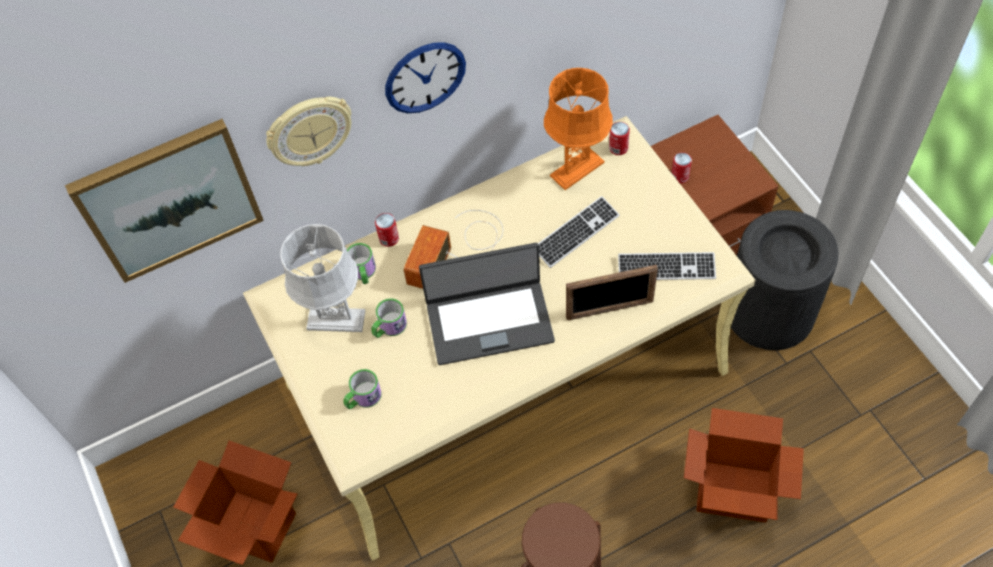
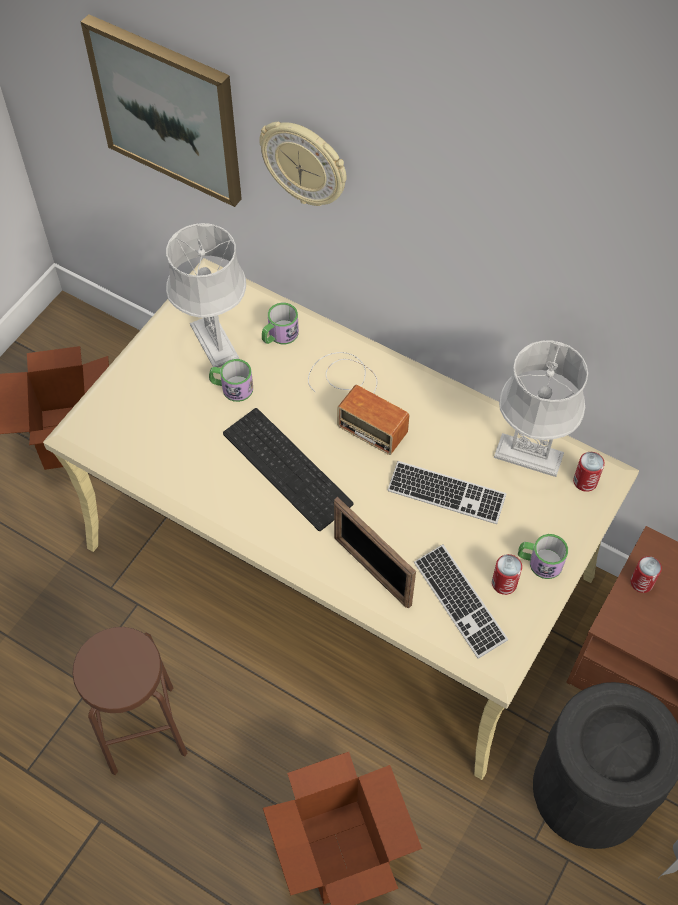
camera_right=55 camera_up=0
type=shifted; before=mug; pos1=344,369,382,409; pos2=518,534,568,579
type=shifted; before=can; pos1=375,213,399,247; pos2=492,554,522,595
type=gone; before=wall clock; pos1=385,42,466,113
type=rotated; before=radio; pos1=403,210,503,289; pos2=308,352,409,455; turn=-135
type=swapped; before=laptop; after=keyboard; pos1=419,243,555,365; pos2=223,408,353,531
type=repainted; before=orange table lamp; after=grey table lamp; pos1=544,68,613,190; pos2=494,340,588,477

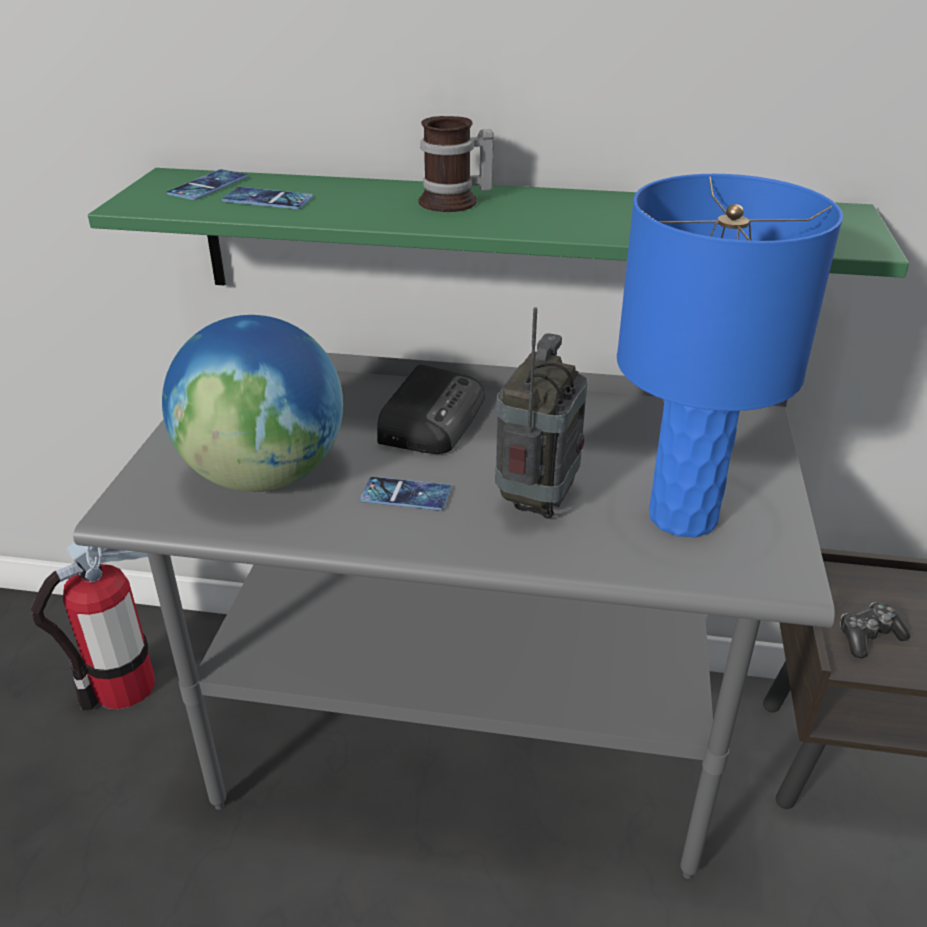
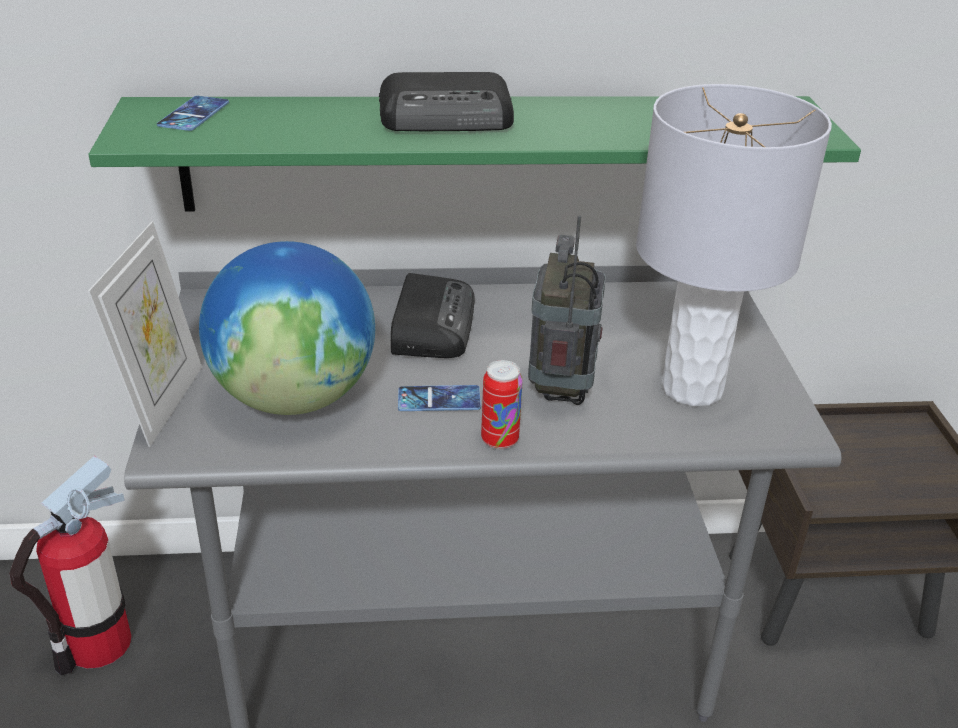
camera_right=-15 camera_up=0
type=gone; before=phone; pos1=222,187,313,209
type=swapped; before=mug; after=radio; pos1=418,116,494,212; pos2=379,72,514,131
type=repainted; before=blue table lamp; after=grey table lamp; pos1=617,174,843,538; pos2=636,84,832,406
type=gone; before=game controller; pos1=840,602,910,658
type=new; after=picture frame; pos2=88,222,202,447
type=new; after=can; pos2=481,360,523,449

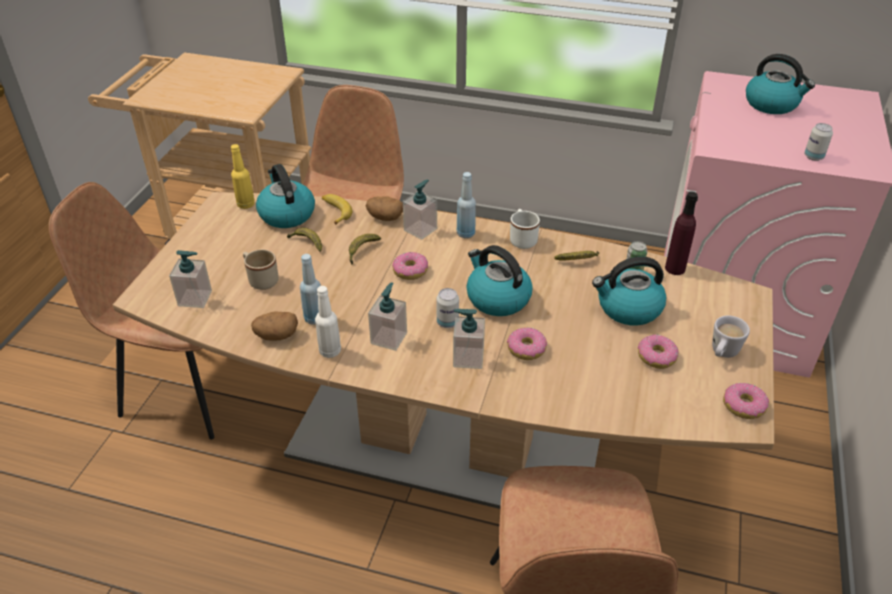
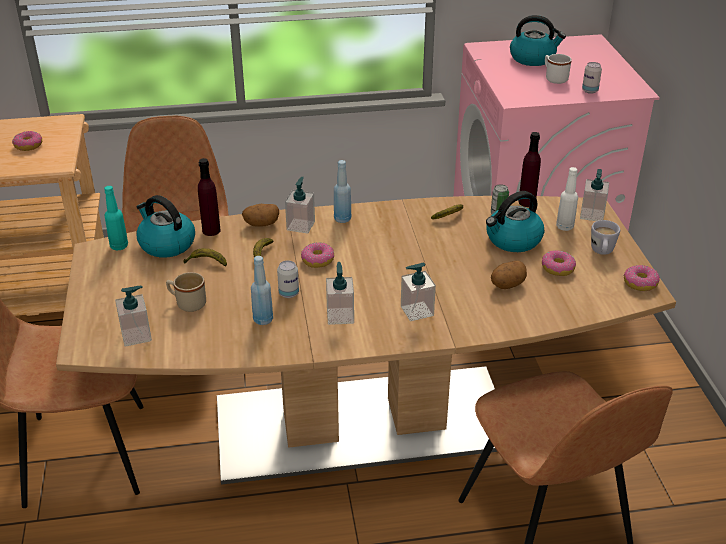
camera_right=-25 camera_up=-5
type=repainted; before=yellow bottle; after=turquoise bottle; pos1=231,144,255,209; pos2=104,186,128,250
type=shifted; before=potato; pos1=251,311,298,341; pos2=491,261,527,289
type=shifted; before=white bottle; pos1=315,286,341,358; pos2=556,167,578,231
type=swapped; before=banana; after=purple bottle; pos1=322,194,352,225; pos2=198,158,220,236
type=shifted; before=can; pos1=436,288,459,328; pos2=277,260,299,298
type=gone; before=kettle; pos1=466,245,533,316
type=shifted; before=donut; pos1=507,327,547,360; pos2=12,131,42,151
type=shifted; before=white mug; pos1=510,209,540,249; pos2=545,54,572,84
type=new; after=soap dispenser; pos2=580,169,609,221

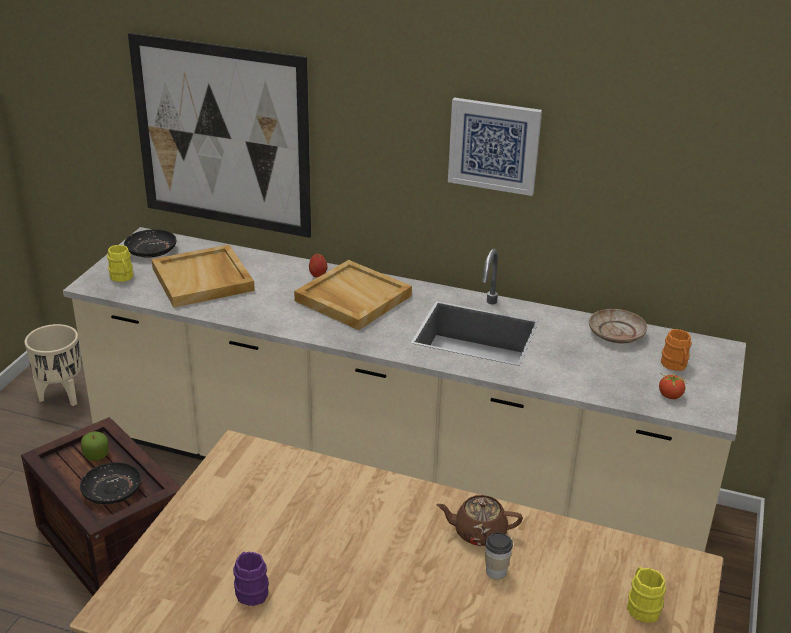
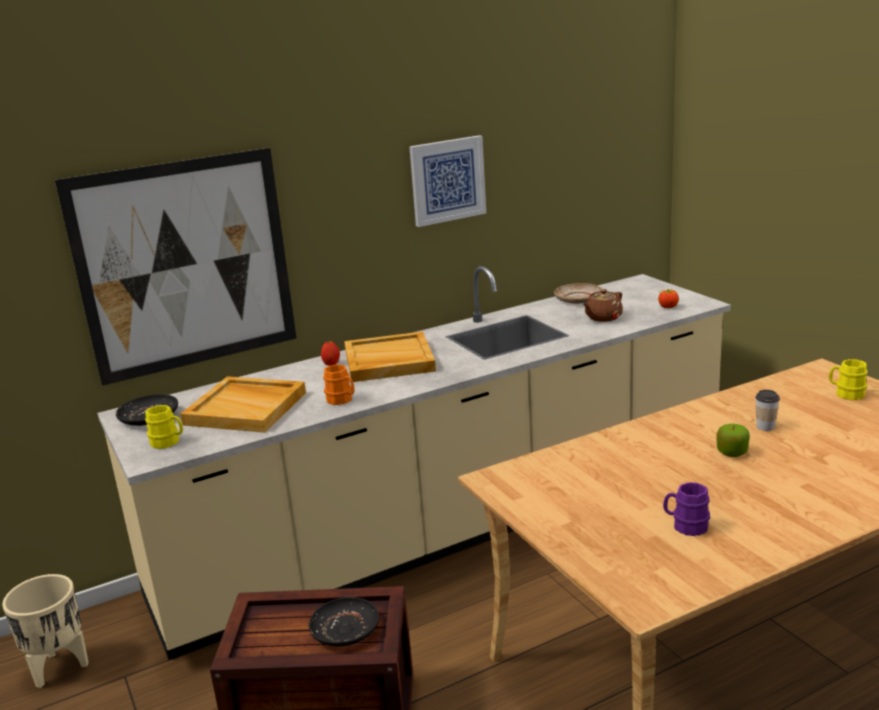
camera_right=-45 camera_up=-10
type=shifted; before=apple; pos1=81,431,109,461; pos2=716,424,750,457
type=shifted; before=brown teapot; pos1=436,495,523,546; pos2=583,289,623,322
type=shifted; before=orange mug; pos1=661,329,692,371; pos2=323,364,355,405

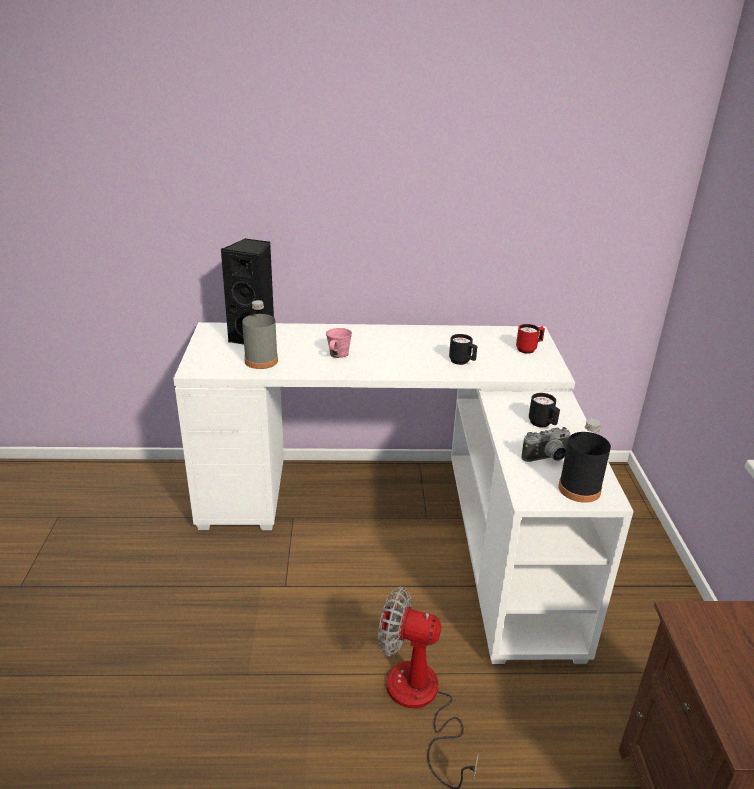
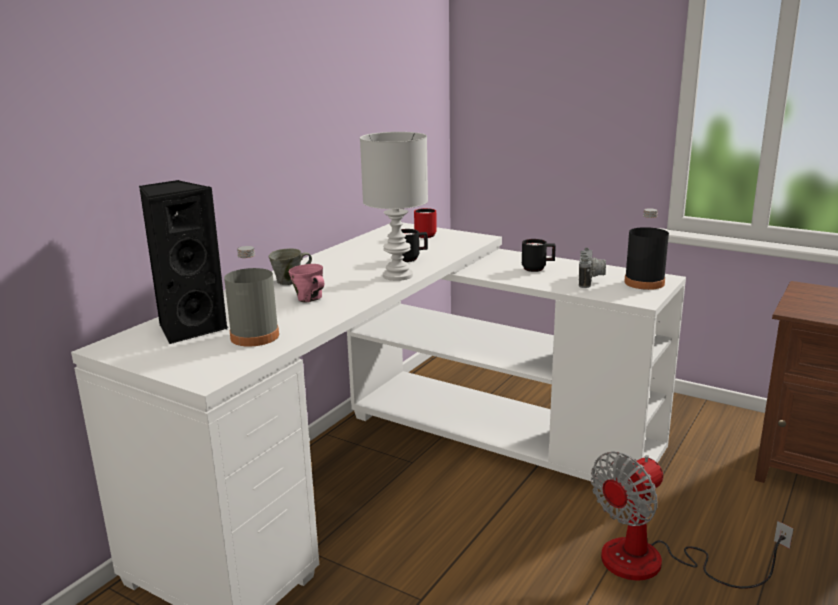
camera_right=-55 camera_up=-10
type=new; after=grey mug; pos2=269,248,312,285
type=new; after=white table lamp; pos2=360,132,428,281

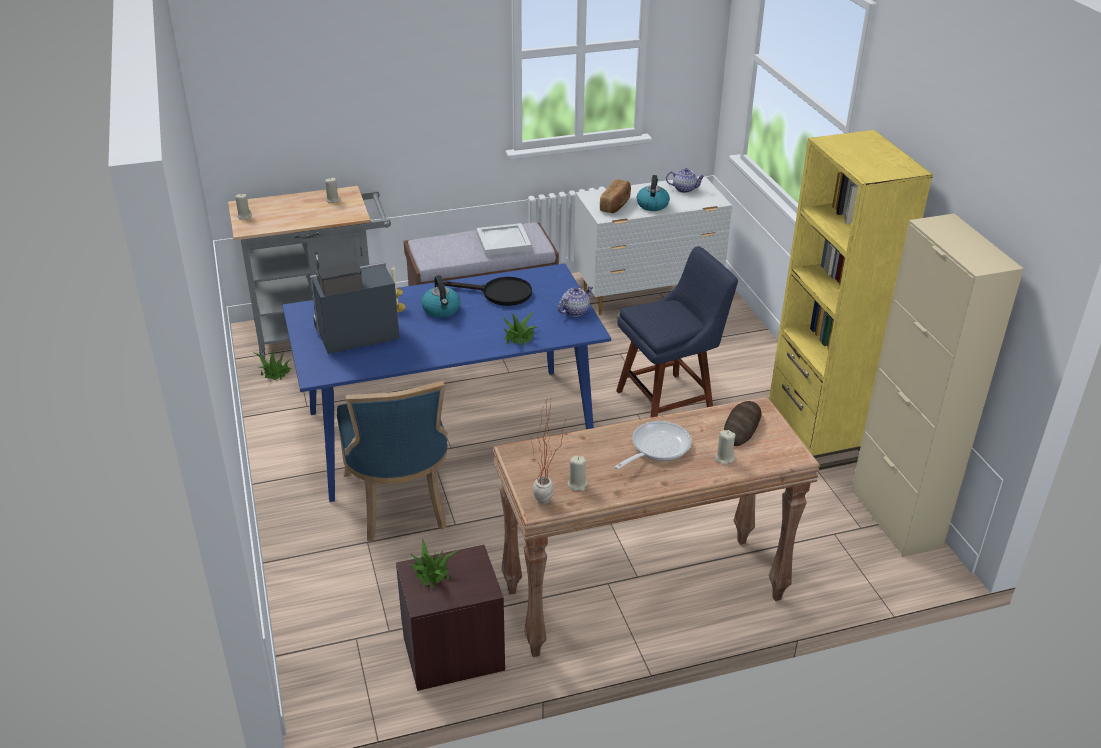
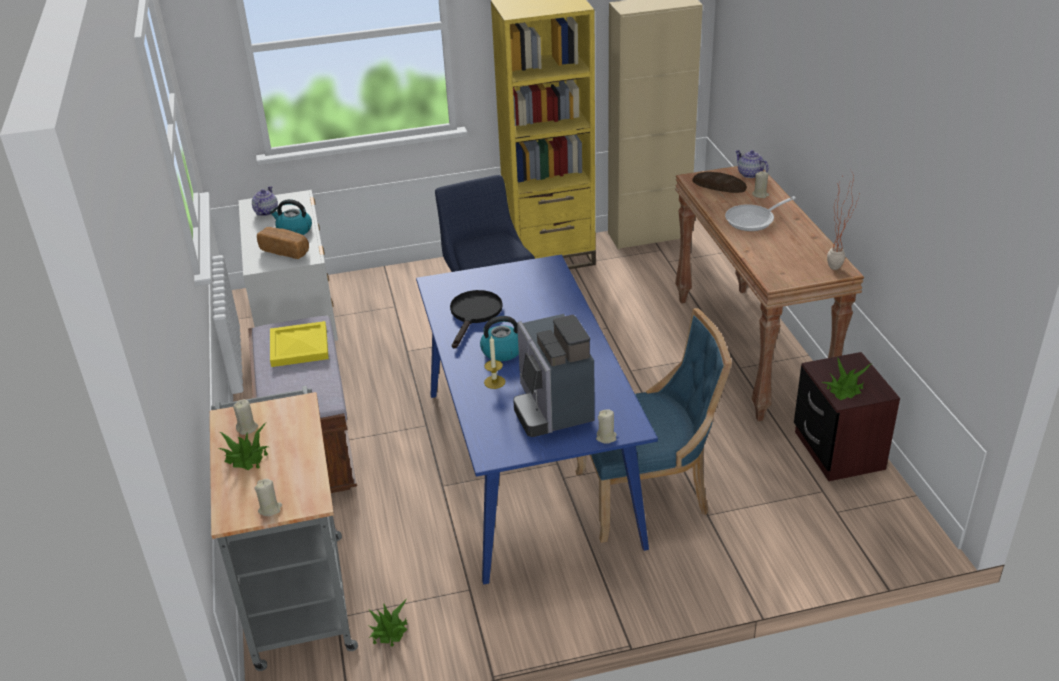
camera_right=-85 camera_up=0
type=repainted; before=white tray; after=yellow tray; pos1=476,223,531,256; pos2=270,321,329,367
type=shifted; before=potted plant; pos1=503,311,537,346; pos2=219,422,268,470
type=shifted; before=teapot; pos1=558,286,593,317; pos2=735,150,769,178
type=shifted; before=beige candle; pos1=567,456,588,491; pos2=596,409,617,444
type=rotated; before=frying pan; pos1=615,421,692,470; pos2=725,196,796,231; turn=-75

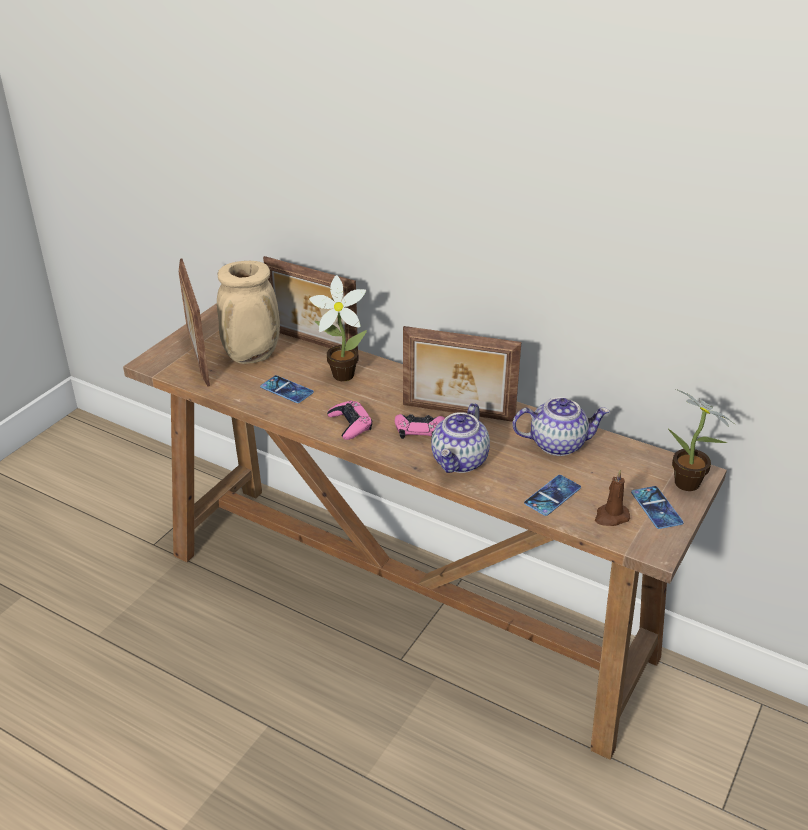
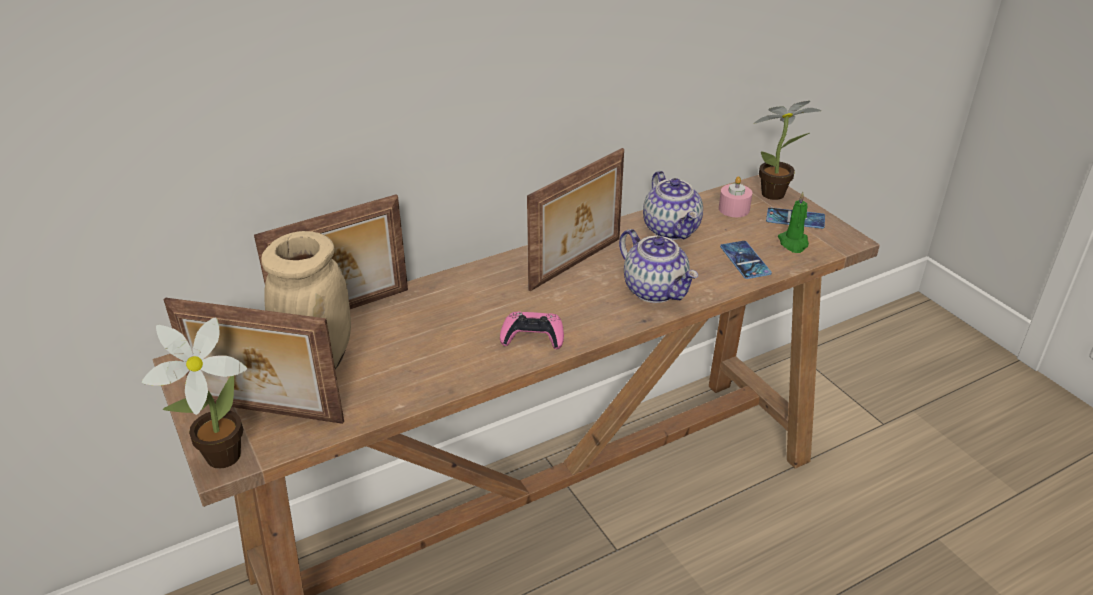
camera_right=-60 camera_up=0
type=gone; before=phone; pos1=260,375,314,403
type=shifted; before=potted plant; pos1=309,275,367,381; pos2=142,317,247,469
type=gone; before=pink game controller; pos1=395,414,445,439
type=rotated; before=teapot; pos1=512,397,610,456; pos2=643,171,703,240; turn=135
type=repainted; before=brown candle; after=green candle; pos1=595,470,630,526; pos2=778,192,809,253
type=new; after=pink candle; pos2=719,176,752,217

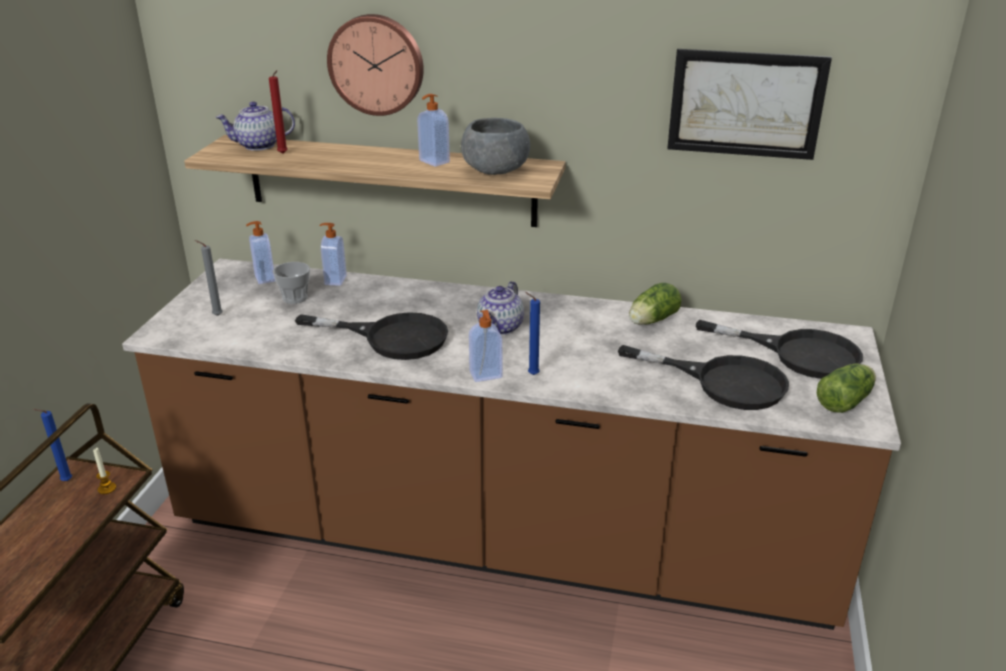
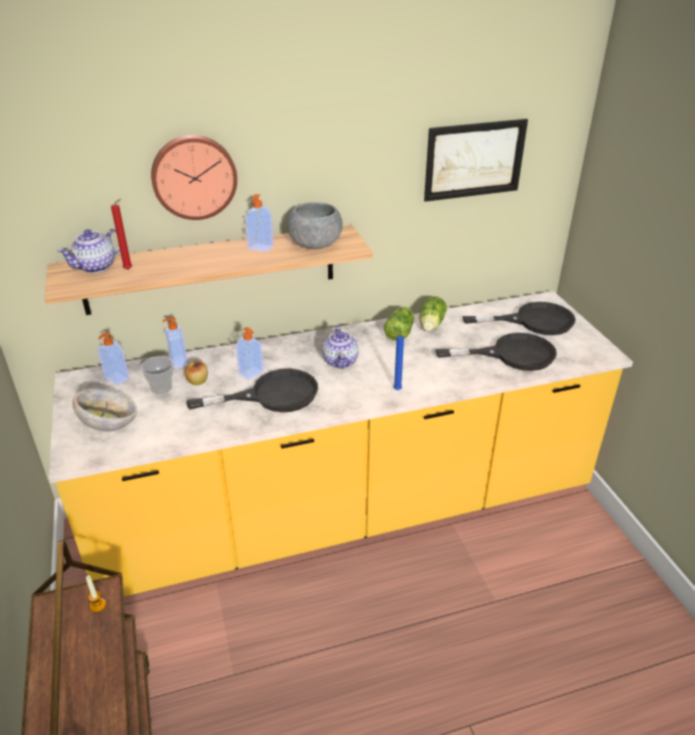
camera_right=-30 camera_up=5
type=gone; before=blue candle; pos1=33,409,72,481
type=repainted; before=brown counter; after=yellow counter; pos1=122,258,901,630; pos2=49,291,633,597
type=swapped; before=grey candle; after=bowl; pos1=195,240,223,316; pos2=72,389,137,431
type=shifted; before=soap dispenser; pos1=469,310,502,382; pos2=236,327,264,380
type=shifted; before=lettuce; pos1=817,363,876,413; pos2=384,307,414,341
type=new; after=apple; pos2=185,361,208,385

